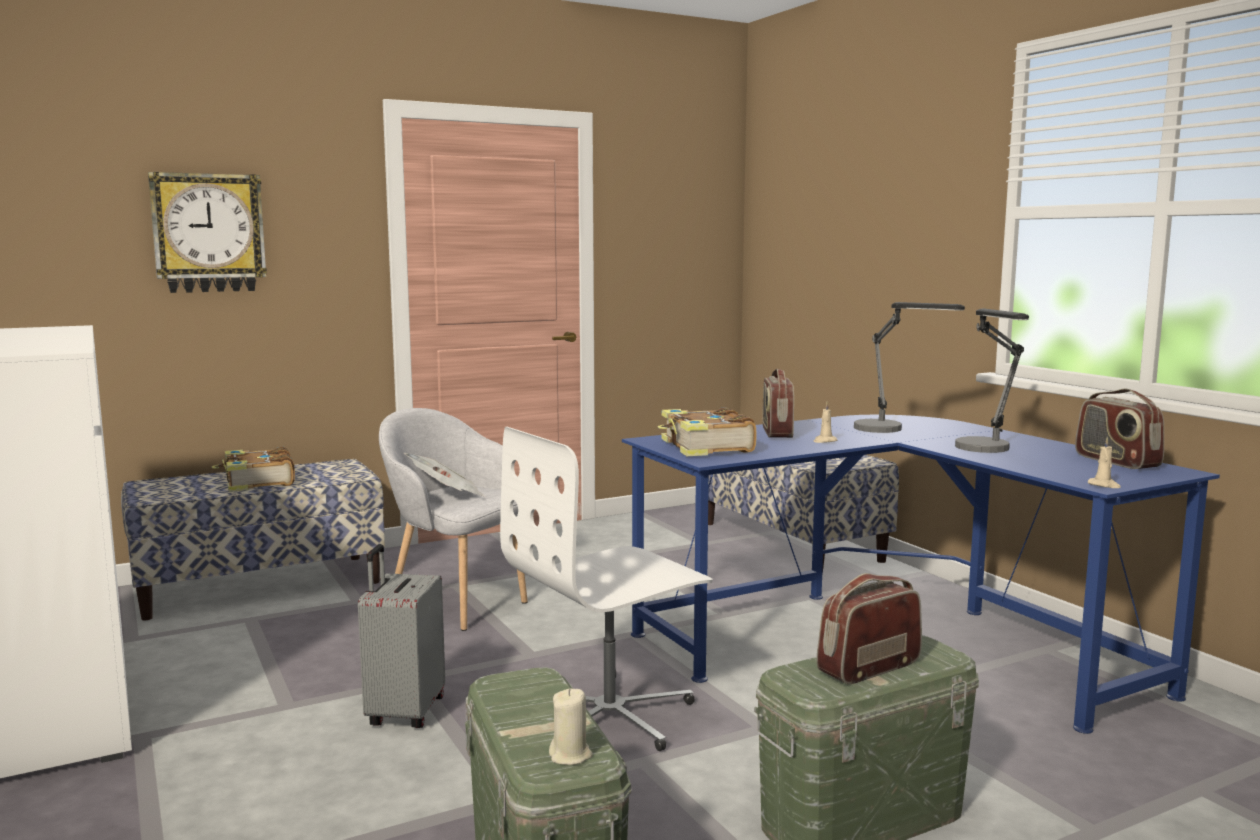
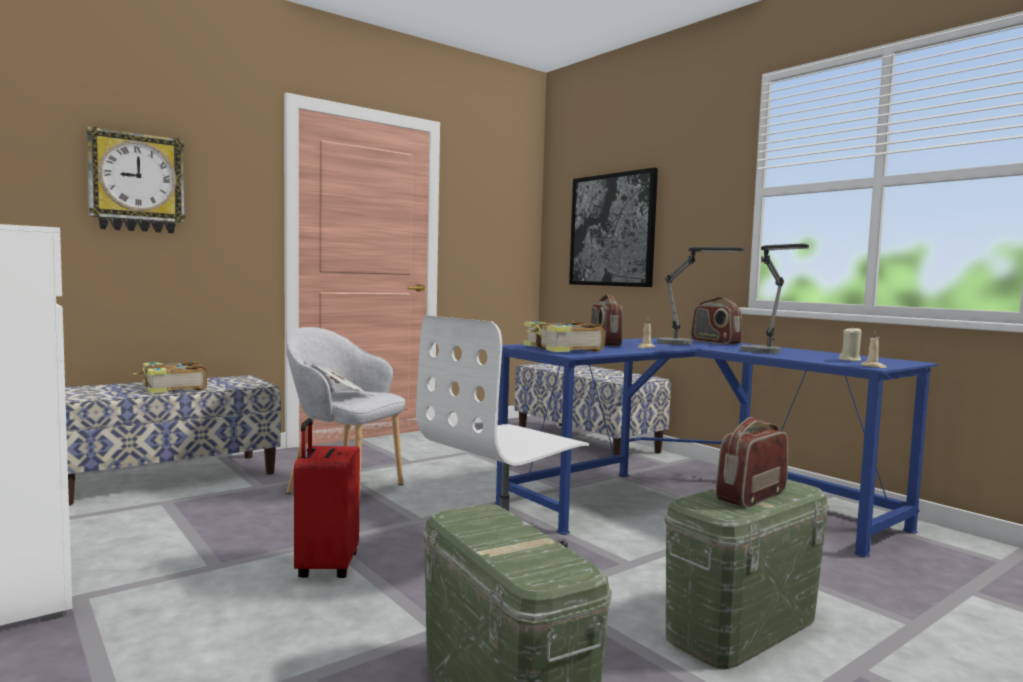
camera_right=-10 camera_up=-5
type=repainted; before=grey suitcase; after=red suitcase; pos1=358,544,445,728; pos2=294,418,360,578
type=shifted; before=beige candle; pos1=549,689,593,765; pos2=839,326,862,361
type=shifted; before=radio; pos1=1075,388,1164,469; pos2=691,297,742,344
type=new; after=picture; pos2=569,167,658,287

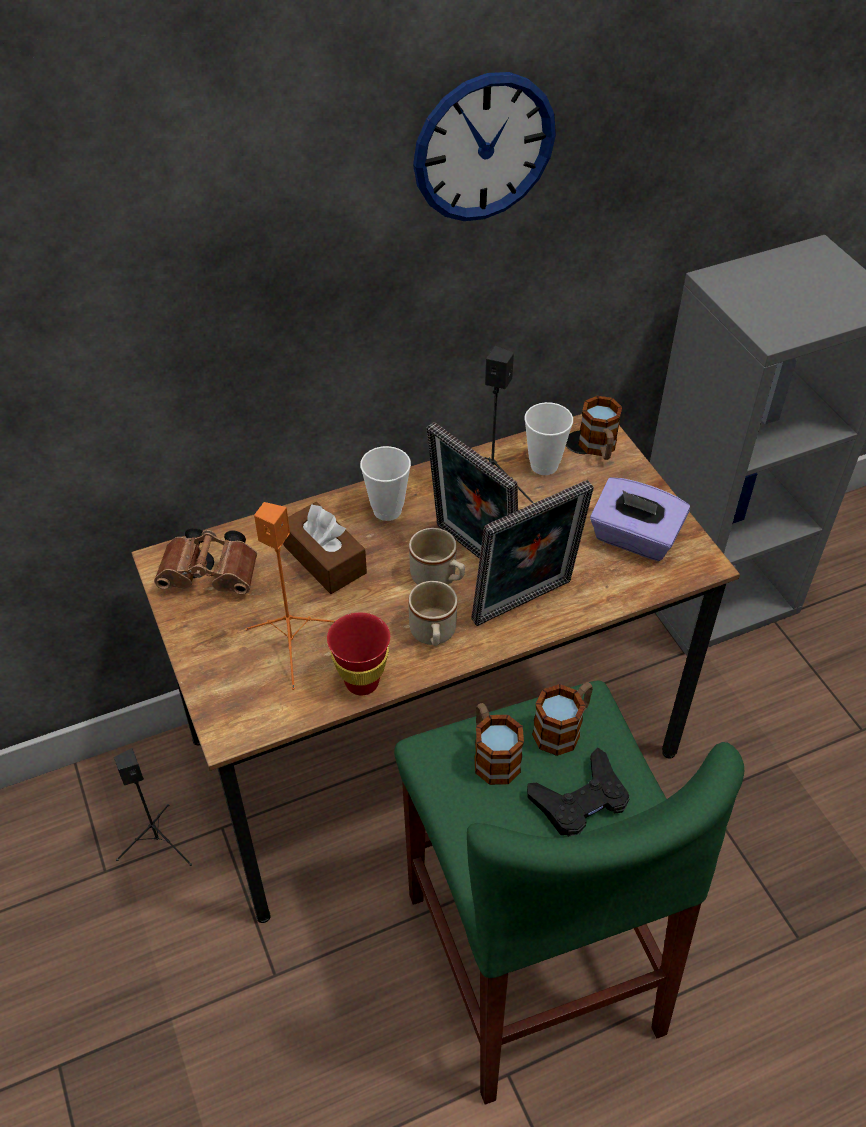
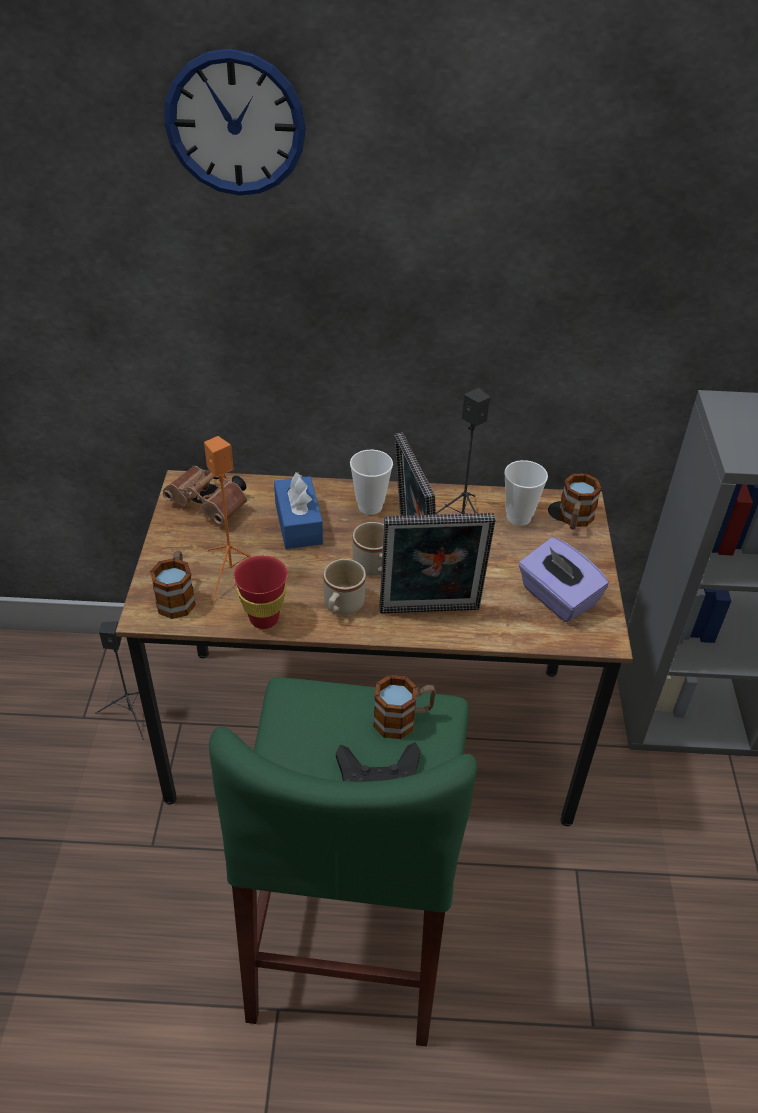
camera_right=25 camera_up=-5
type=repainted; before=brown tissue box; after=blue tissue box; pos1=283,502,367,594; pos2=274,472,323,549
type=shifted; before=wall clock; pos1=413,72,556,221; pos2=164,49,306,196
type=shifted; before=mug; pos1=474,703,524,785; pos2=150,551,196,619

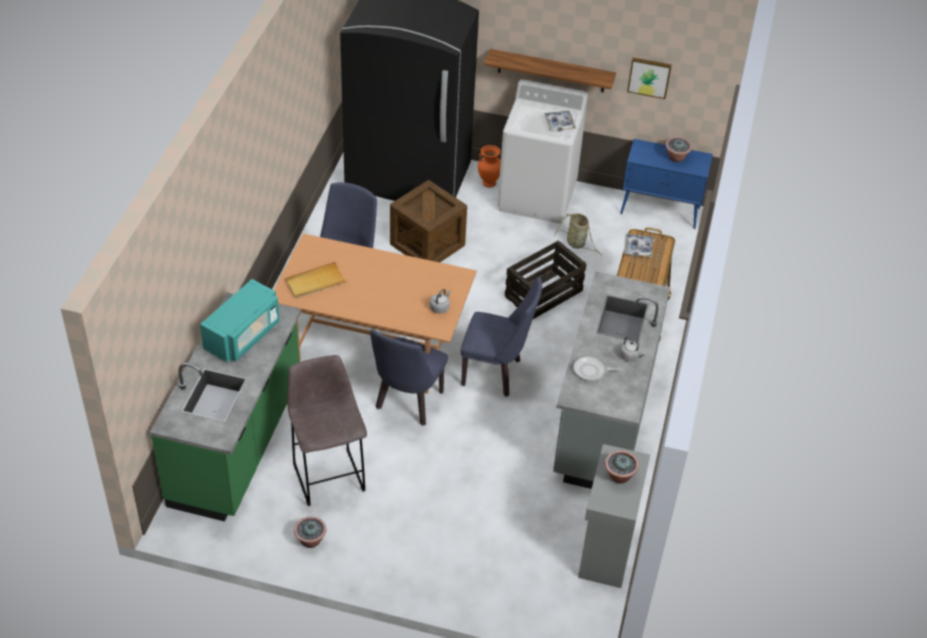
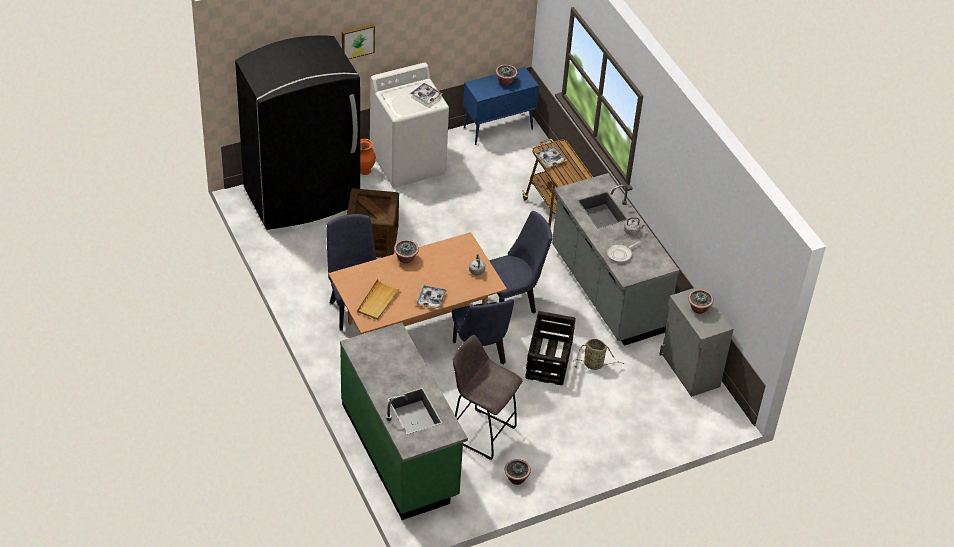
camera_right=-40 camera_up=0
type=gone; before=turquoise microwave; pos1=200,279,280,362
type=gone; before=shelf; pos1=484,49,616,92
type=shifted; before=crate; pos1=505,241,586,319; pos2=525,311,576,385
type=shifted; before=basket; pos1=554,213,602,255; pos2=573,339,624,370
type=shifted; before=picture; pos1=627,58,672,99; pos2=342,24,375,59
type=new; after=potted plant; pos2=394,239,419,263
type=new; after=tray; pos2=416,285,447,309

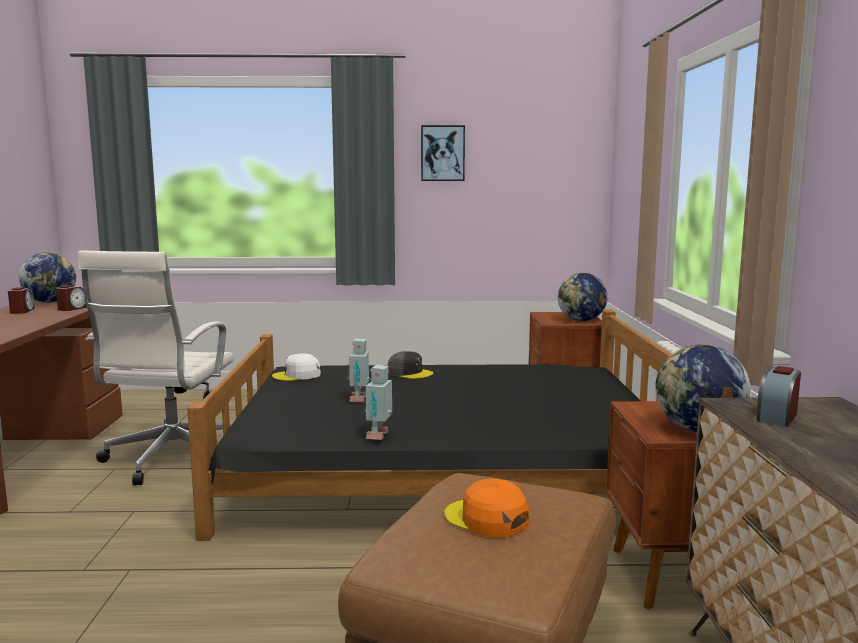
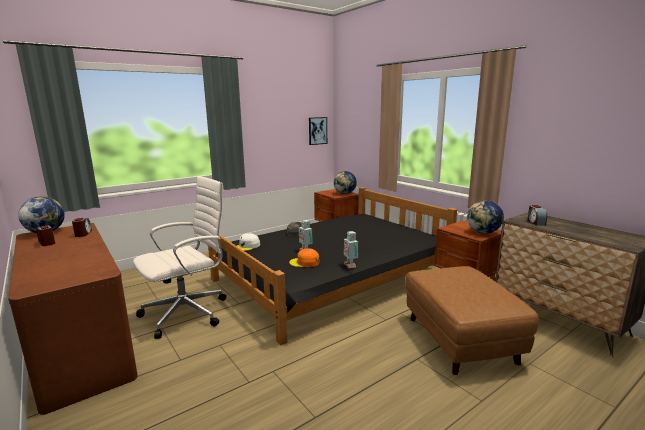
camera_right=-35 camera_up=5
type=rotated; before=white office chair; pos1=78,250,234,486; pos2=133,176,227,339; turn=-105
type=shifted; before=picture; pos1=421,125,465,181; pos2=309,117,327,145
type=shifted; before=orange cap; pos1=445,478,529,537; pos2=289,248,319,267

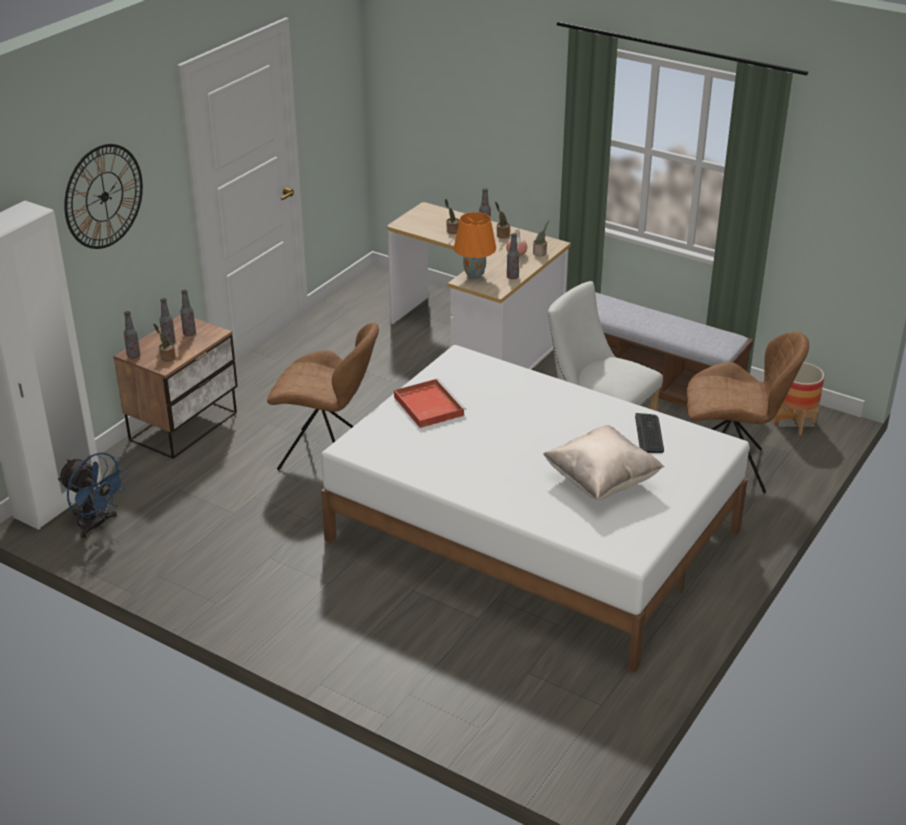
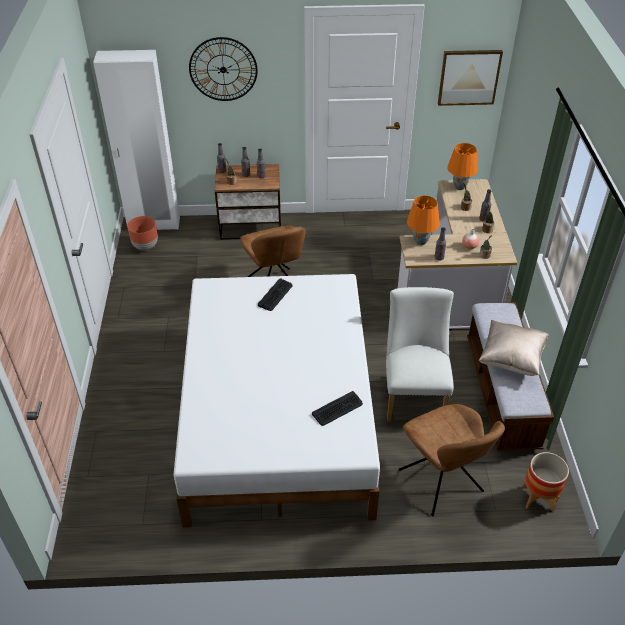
camera_right=55 camera_up=10
type=swapped; before=blue fan; after=brown planter; pos1=58,452,128,539; pos2=127,216,158,250
type=swapped; before=red tray; after=keyboard; pos1=394,379,466,428; pos2=258,278,293,311
type=shifted; before=beige pillow; pos1=543,425,664,500; pos2=479,320,550,376
type=new; after=picture; pos2=438,50,503,106
type=new; after=orange table lamp; pos2=447,143,478,190

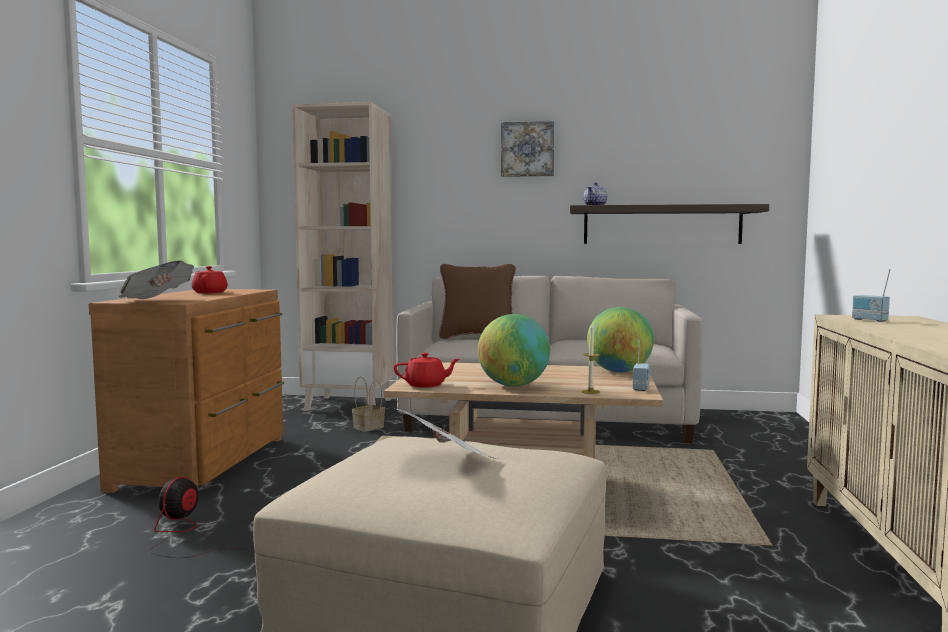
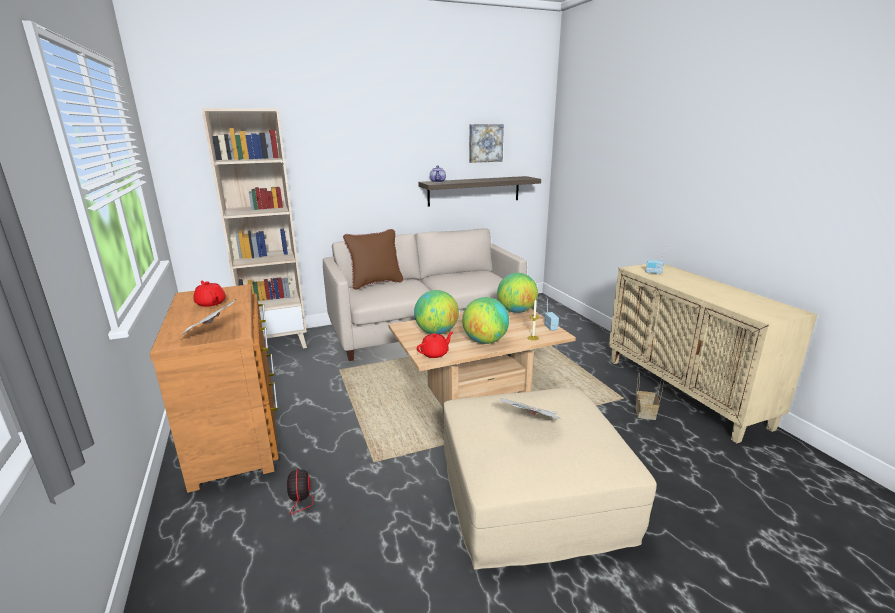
camera_right=-30 camera_up=15
type=shifted; before=basket; pos1=352,377,385,432; pos2=636,373,664,420
type=shifted; before=picture; pos1=501,121,554,177; pos2=469,124,504,163
type=new; after=globe; pos2=414,290,459,334

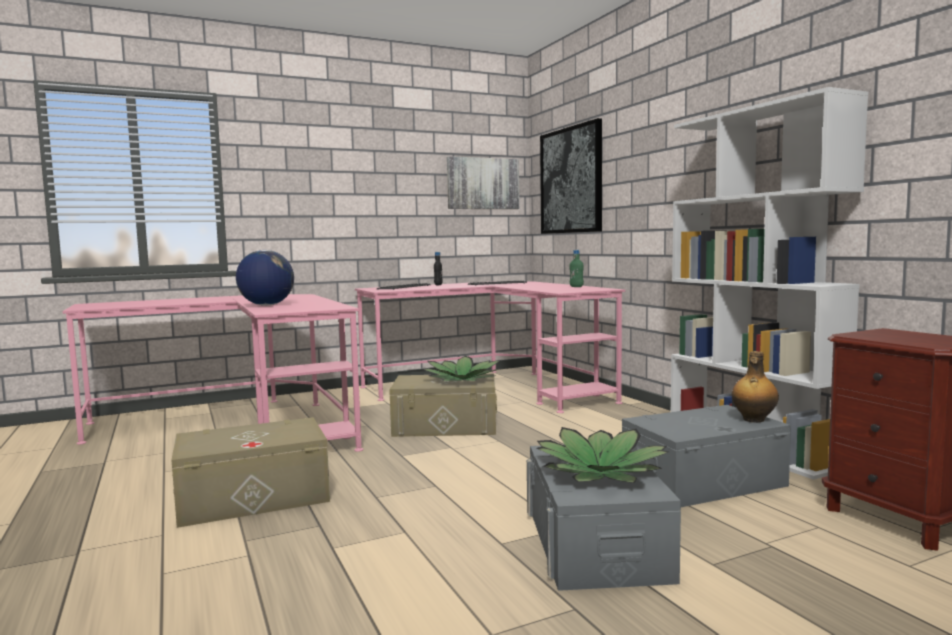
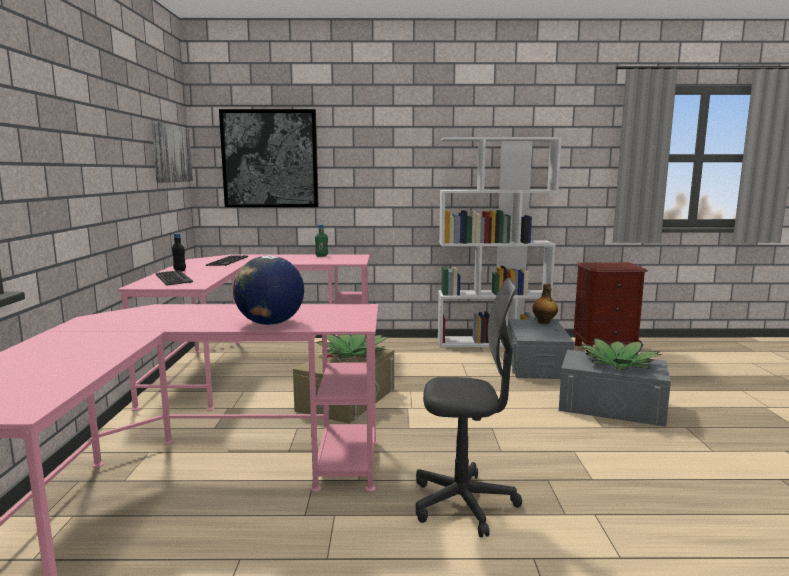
camera_right=-65 camera_up=5
type=swapped; before=beige storage box; after=grey office chair; pos1=172,417,330,528; pos2=416,278,522,538

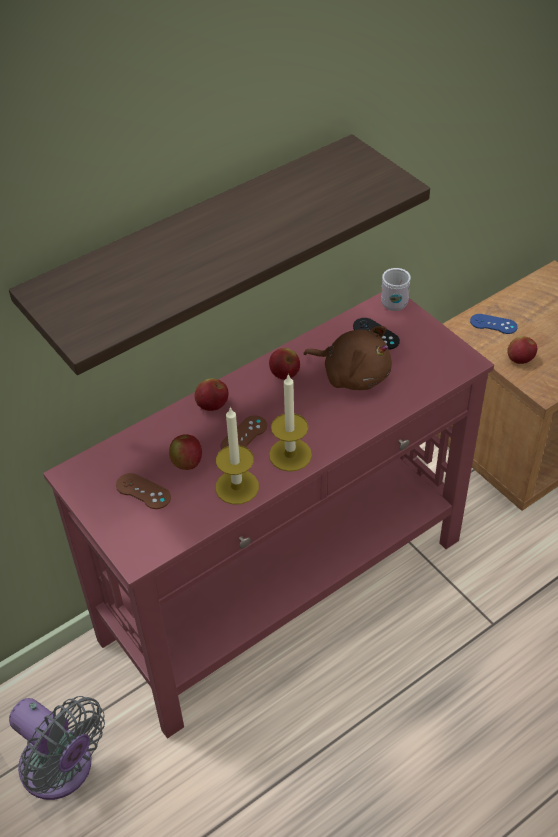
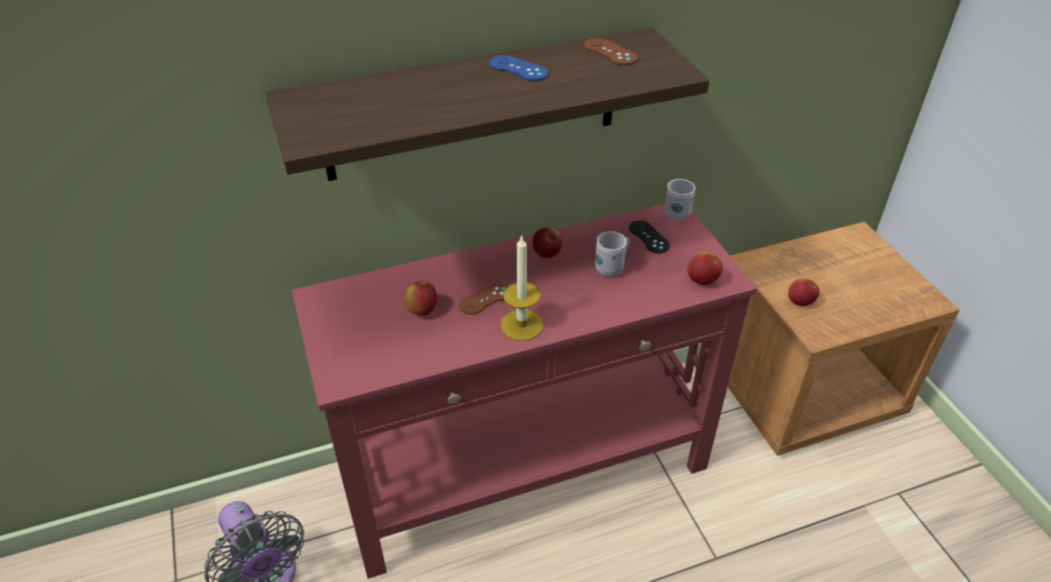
camera_right=15 camera_up=-5
type=shifted; before=brown game controller; pos1=116,473,171,509; pos2=584,38,638,65
type=shifted; before=apple; pos1=195,378,229,411; pos2=687,252,723,285
type=gone; before=candle; pos1=216,407,259,505
type=swapped; before=brown plush toy; after=white mug; pos1=304,326,392,390; pos2=595,231,630,277
type=shifted; before=blue game controller; pos1=470,314,518,334; pos2=490,55,548,81

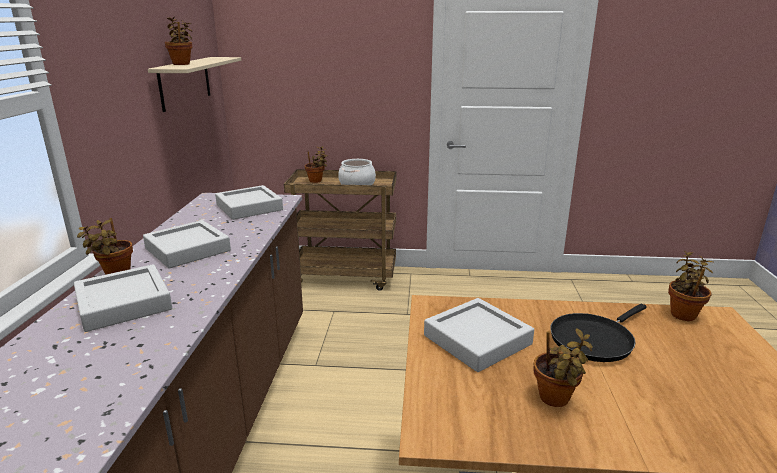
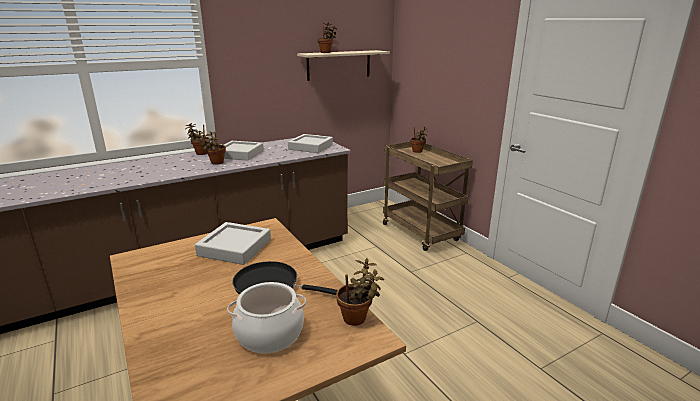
camera_right=55 camera_up=0
type=gone; before=grey tray; pos1=74,264,172,332
type=shifted; before=cooking pot; pos1=338,159,376,185; pos2=227,282,306,353
type=shifted; before=potted plant; pos1=534,328,592,407; pos2=199,131,226,165

